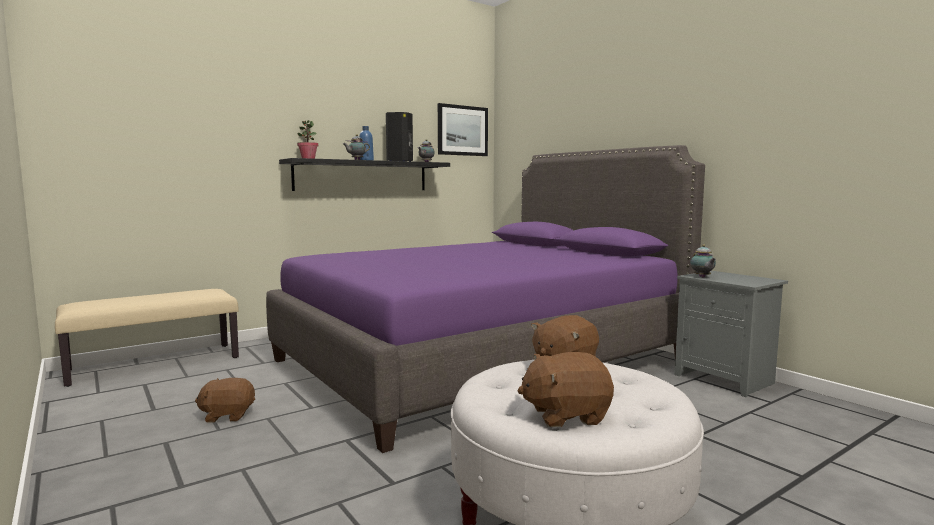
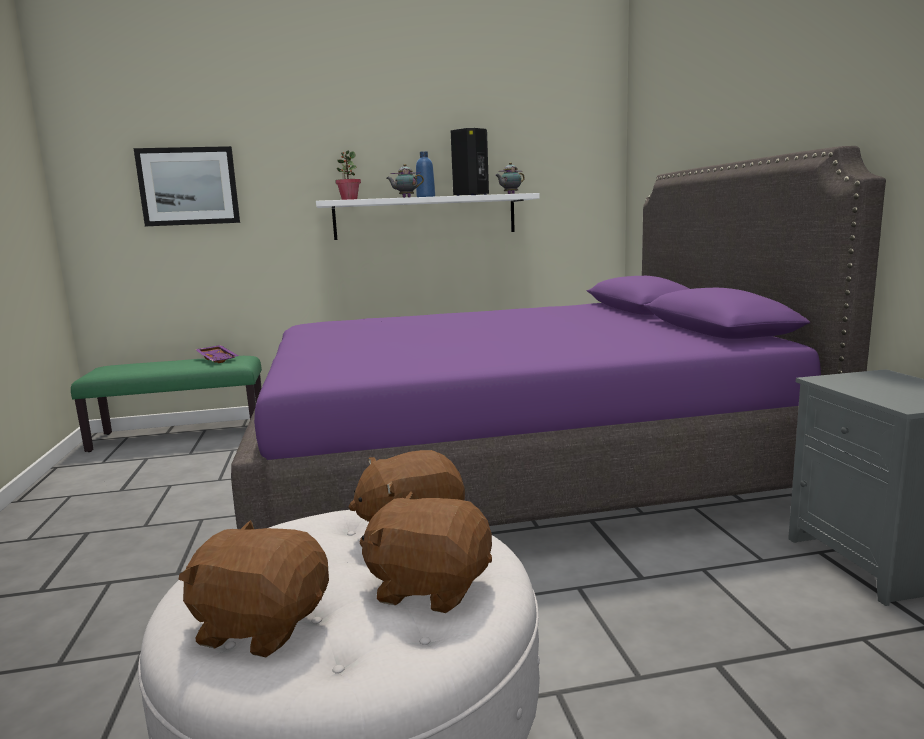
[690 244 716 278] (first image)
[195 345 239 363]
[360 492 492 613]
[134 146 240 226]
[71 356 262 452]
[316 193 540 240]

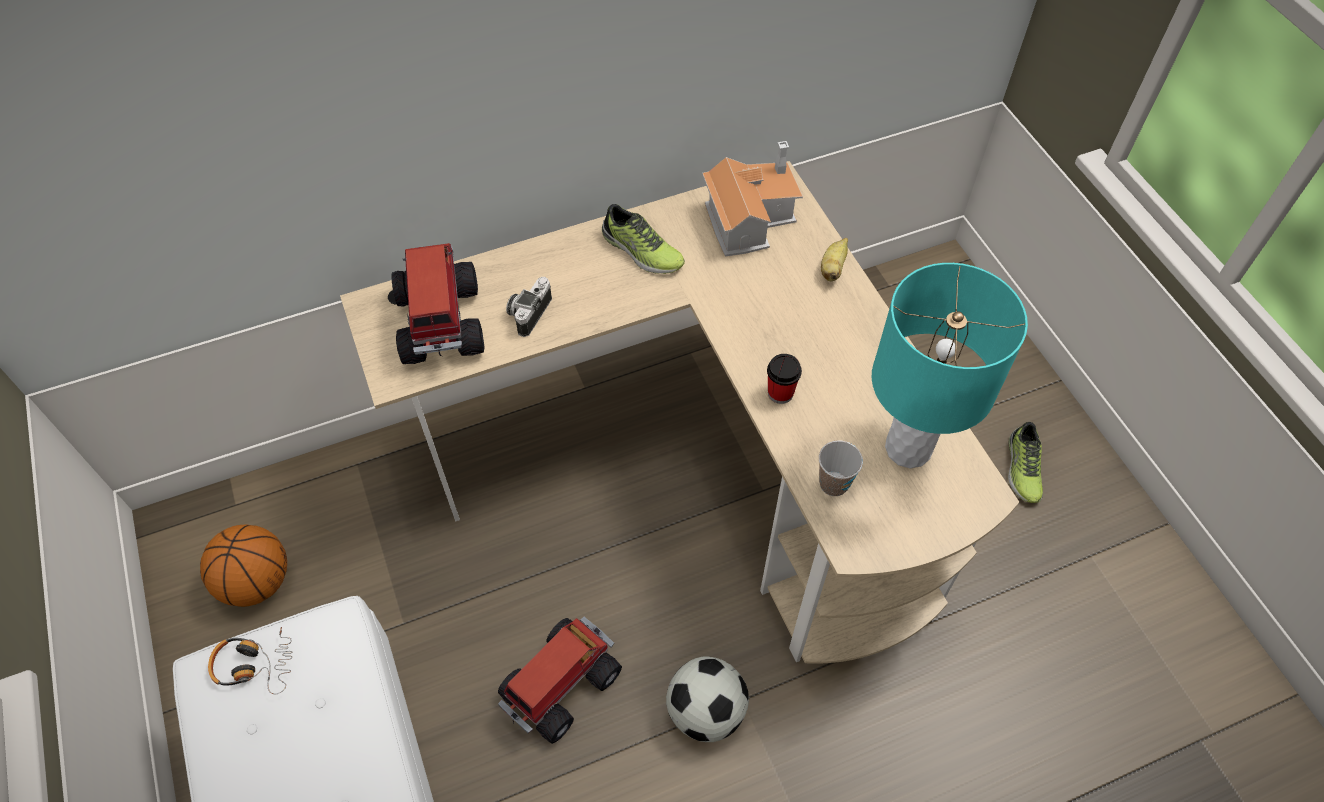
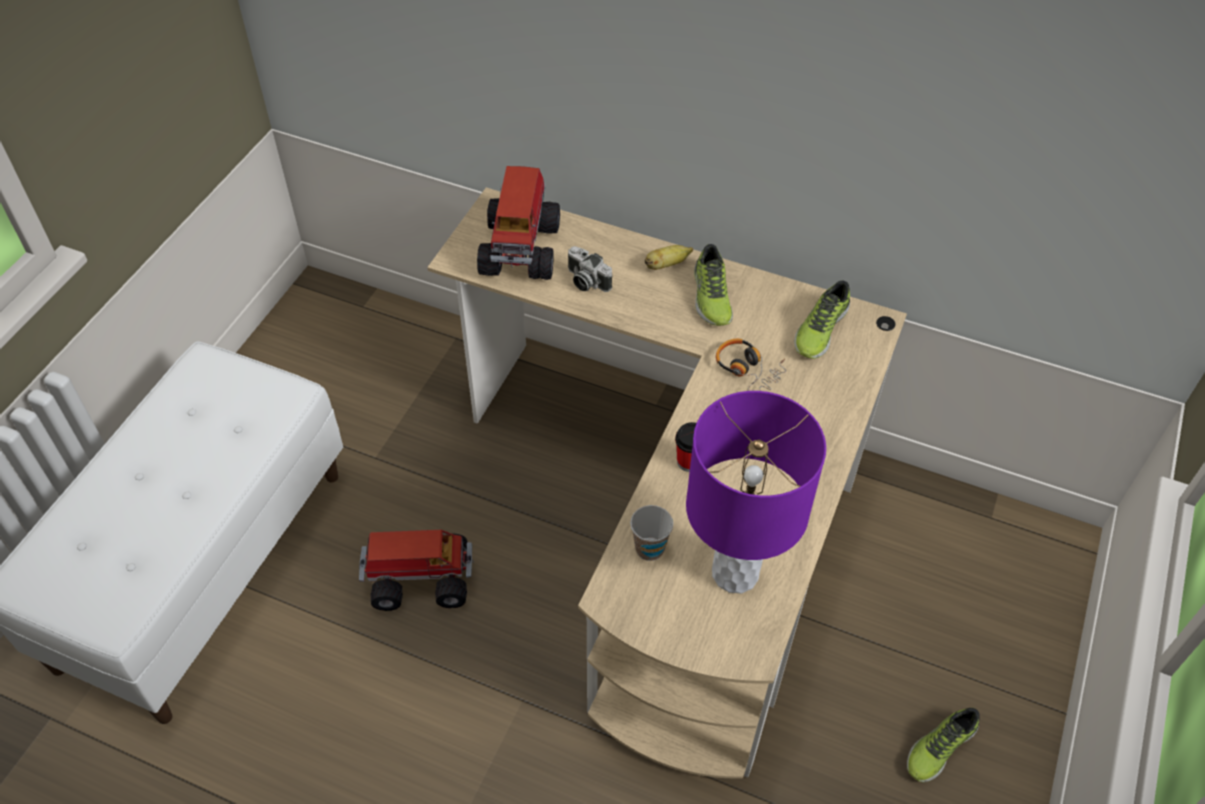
[200 525 287 607] (first image)
[666 657 749 742] (first image)
[716 339 786 391]
[645 245 693 270]
[794 281 850 359]
[686 391 826 593]
[477 166 560 280]
[568 246 612 292]

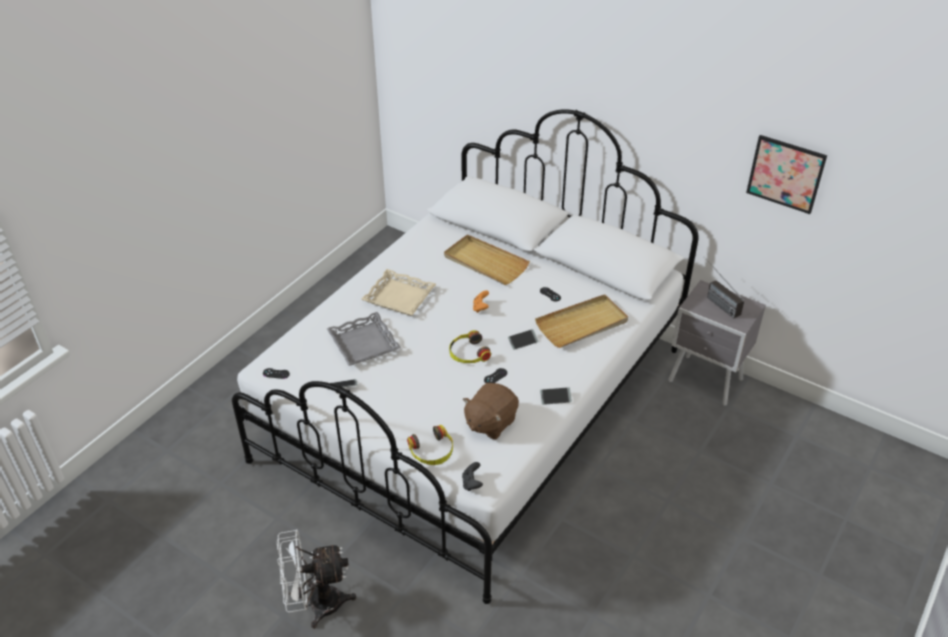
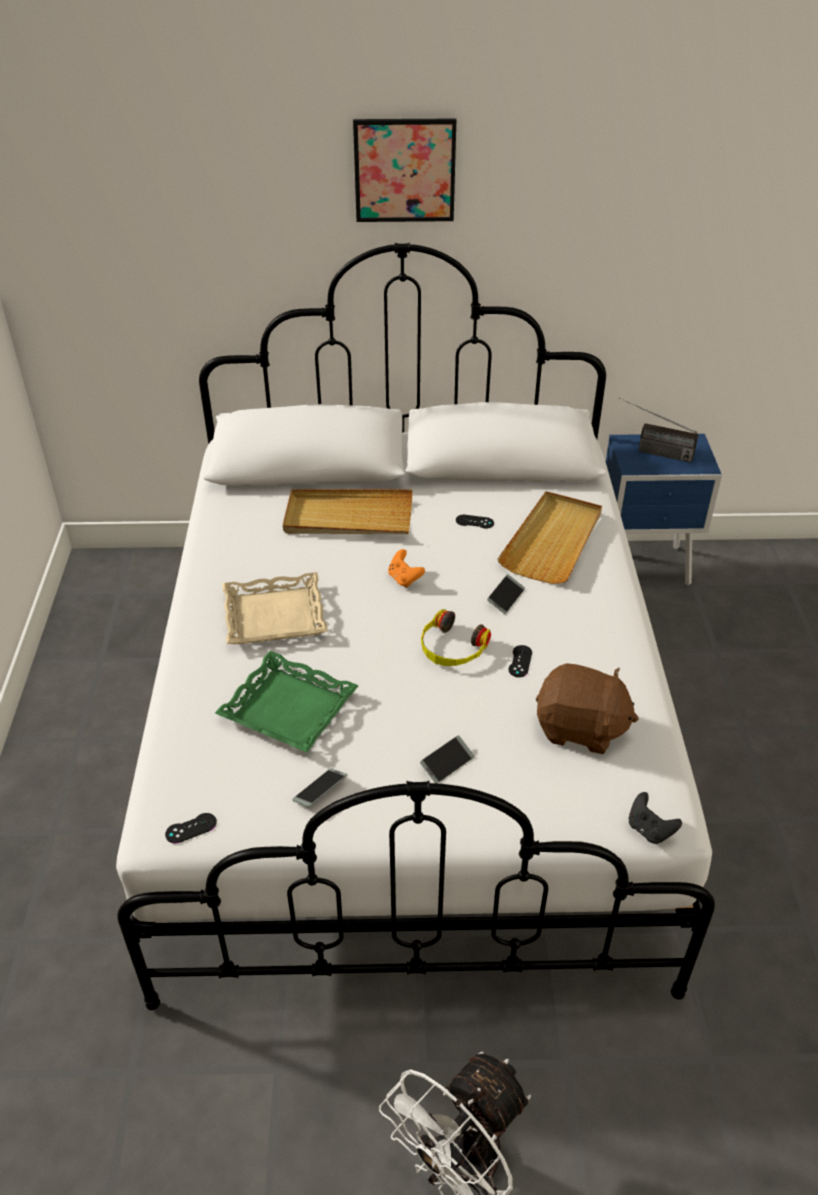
[407 425 453 465] (first image)
[420 735 474 783]
[353 118 456 222]
[215 651 359 752]
[606 434 722 586]
[536 663 639 754]

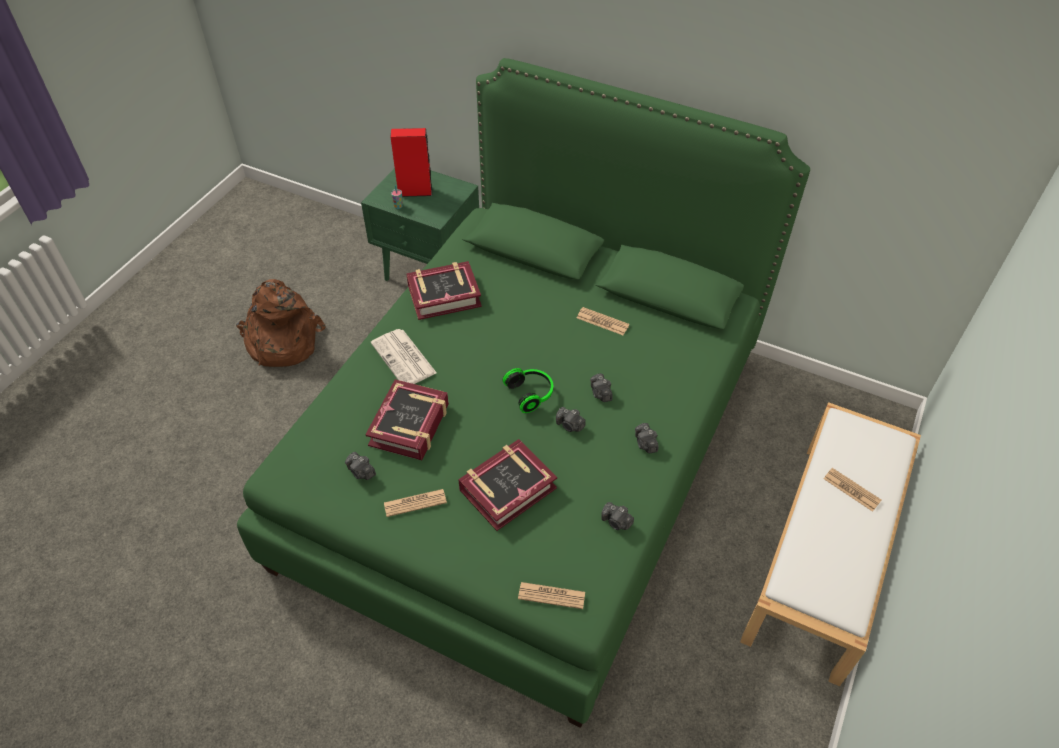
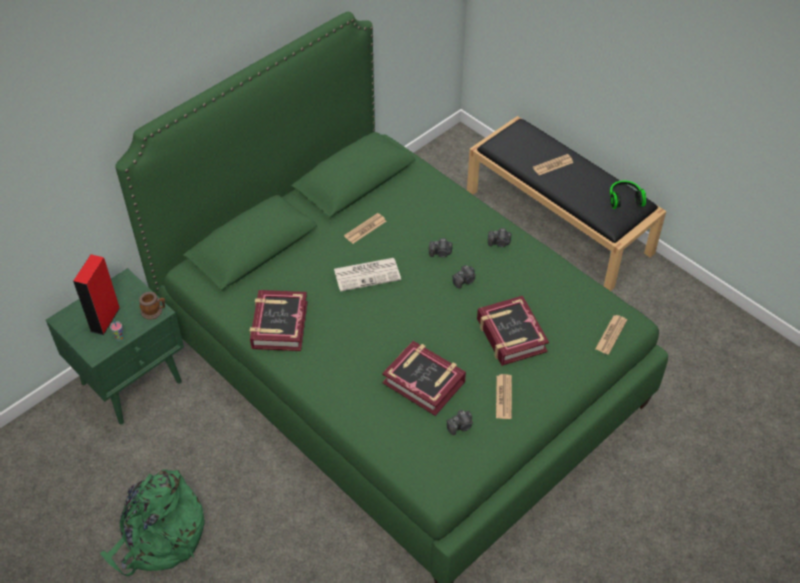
[601 502 634 530] (first image)
[139 292 165 320]
[334 258 401 292]
[610 180 646 209]
[100 469 205 576]
[467 116 666 291]

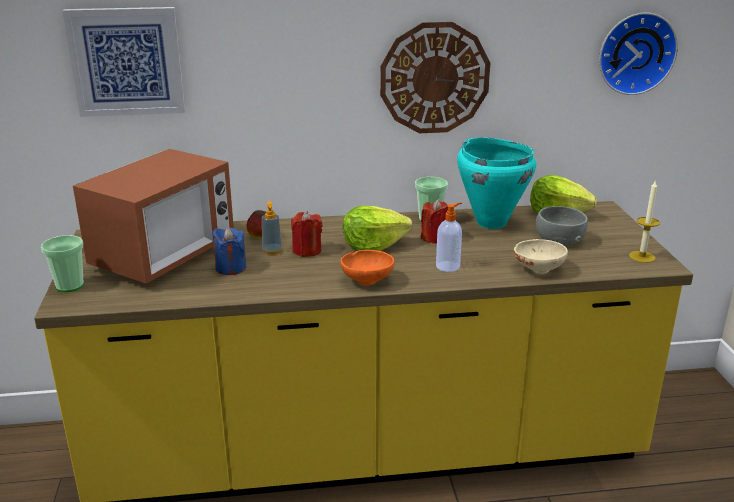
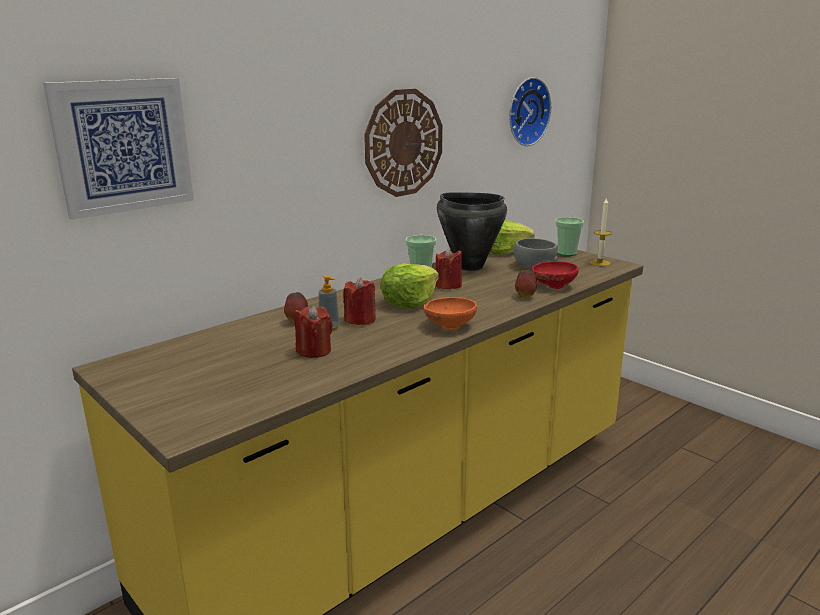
[73 149 234 284] (first image)
[436 202 462 272] (first image)
[515 270 537 298]
[555 217 584 256]
[294 305 333 358]
[437 192 507 271]
[532 261 579 289]

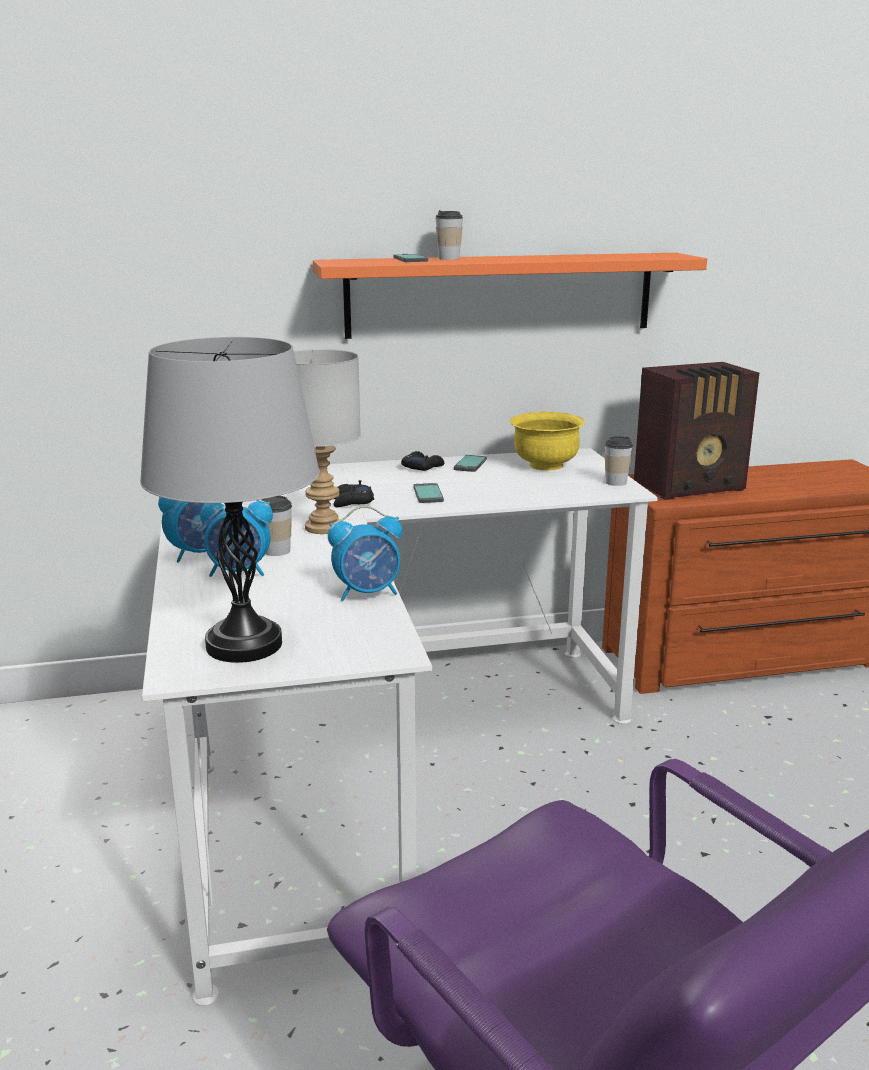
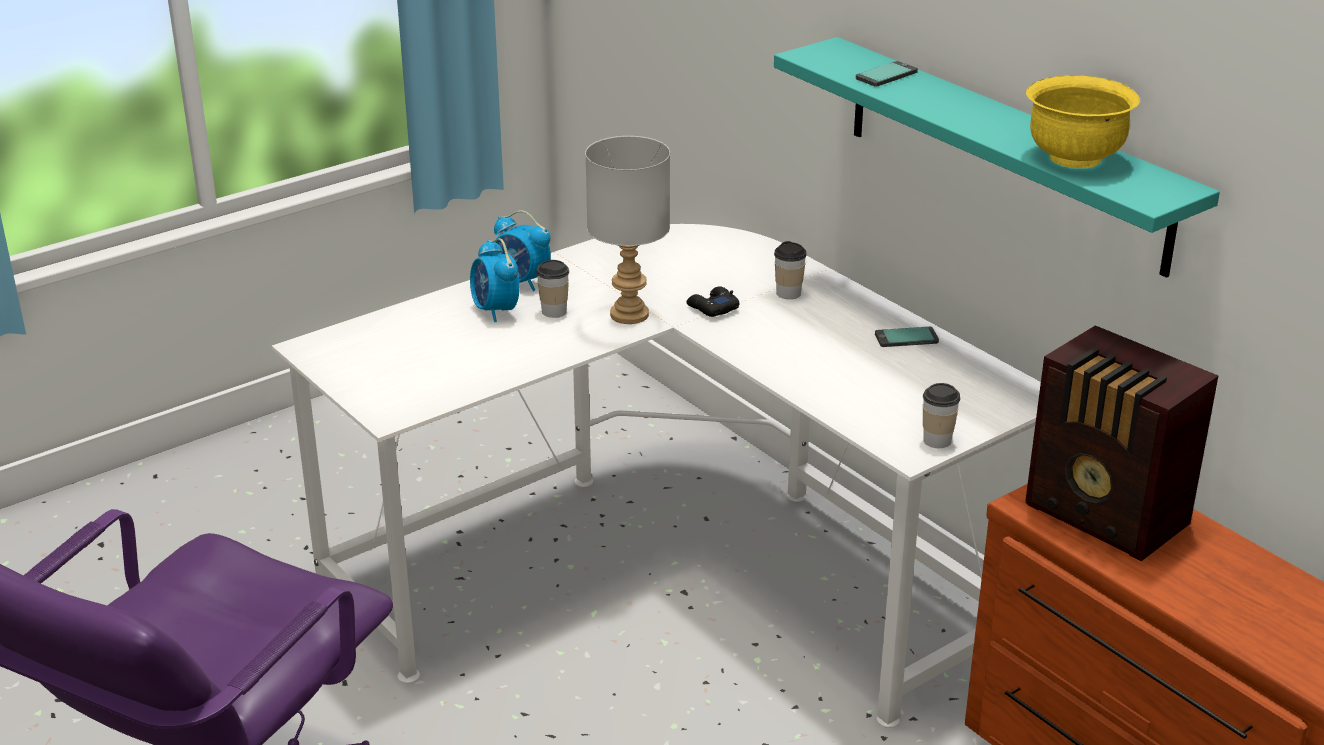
[140 337 320 663] (first image)
[328 506 402 601] (first image)
[401 451 444 471] (first image)
[413 483 444 503] (first image)
[774 241 806 299]
[1026 75 1140 168]
[774 37 1220 278]

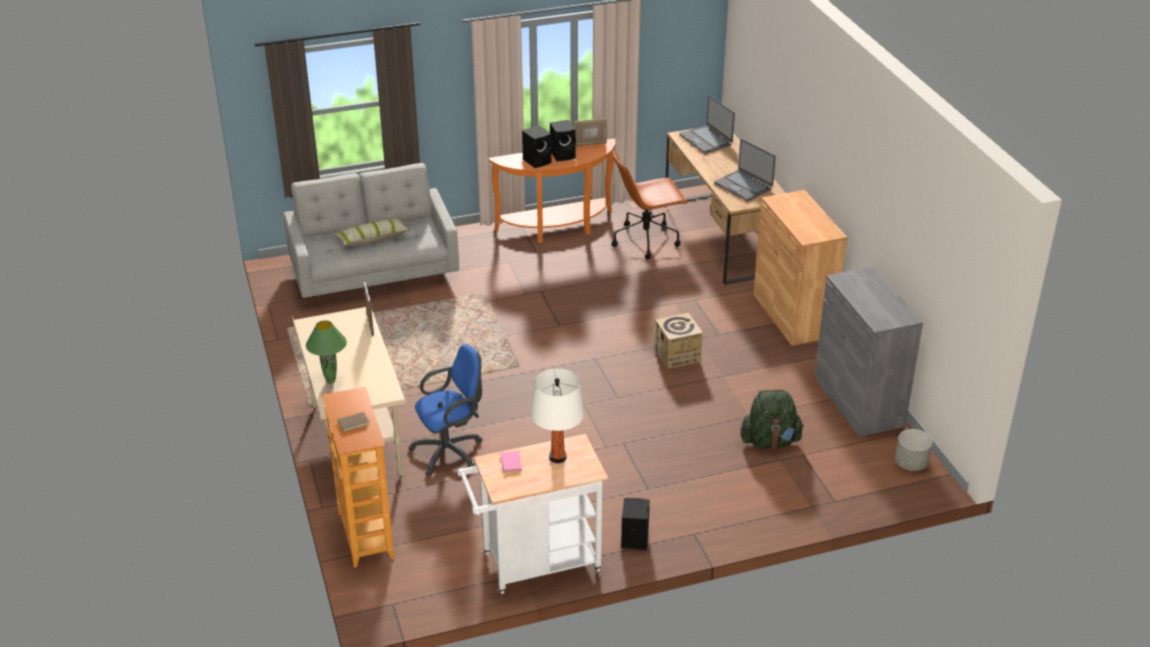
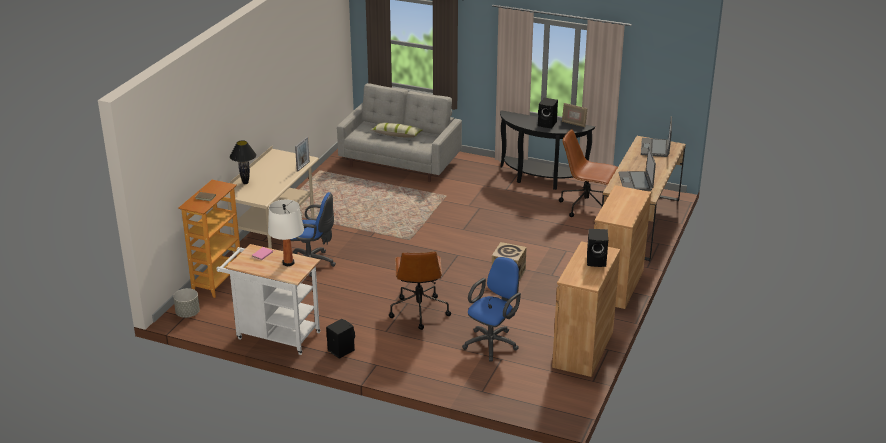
[389 251 451 330]
[587 229 608 267]
[173 288 200 318]
[462 257 521 362]
[230 140 256 184]
[500 110 595 190]
[552 241 620 377]

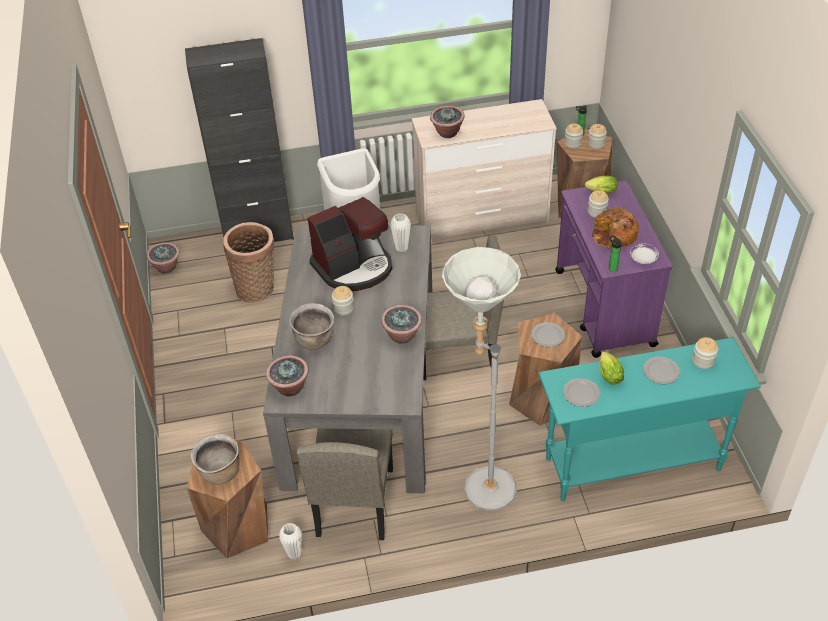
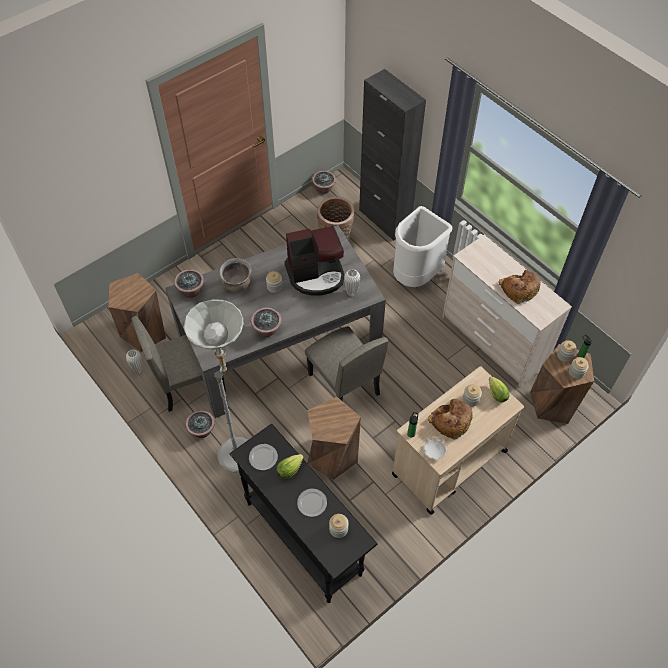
[191 434 240 485] (first image)
[531 322 565 347] (first image)
[498 270 541 304]
[185 410 215 438]
[230 424 378 603]
[392 366 524 515]
[285 226 345 296]

